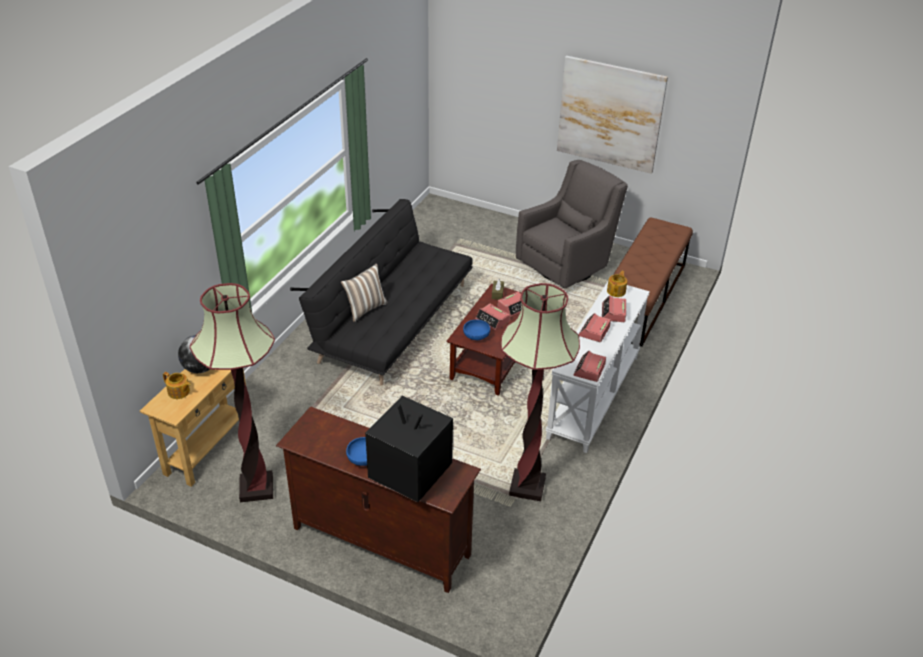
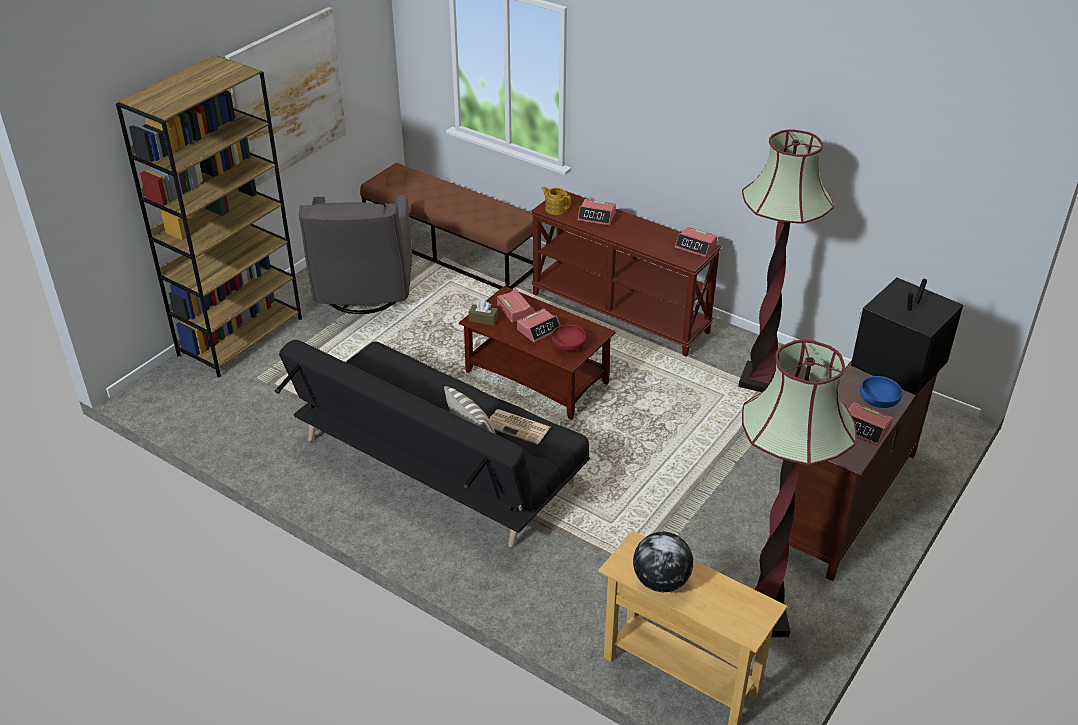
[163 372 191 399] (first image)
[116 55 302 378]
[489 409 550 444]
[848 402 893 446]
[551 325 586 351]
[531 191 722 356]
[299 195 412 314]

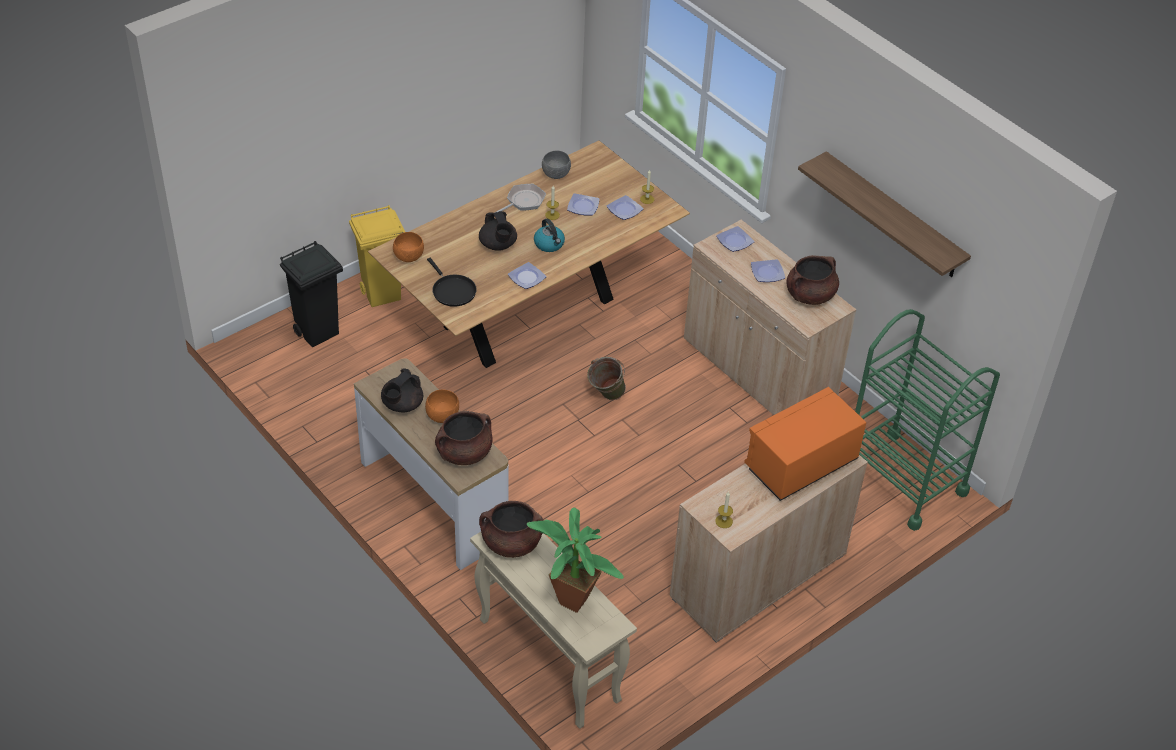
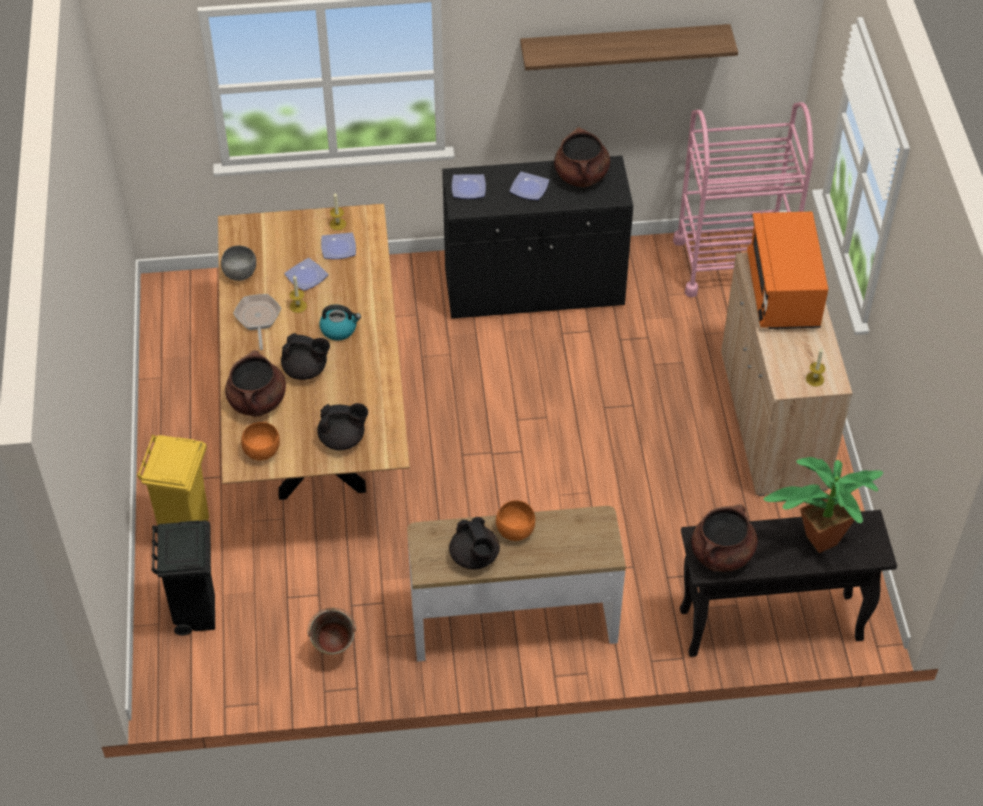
[508 262 547 289] (first image)
[225 350 286 417]
[308 608 356 654]
[317 403 368 450]
[680 510 897 657]
[442 156 633 319]
[673 102 814 297]

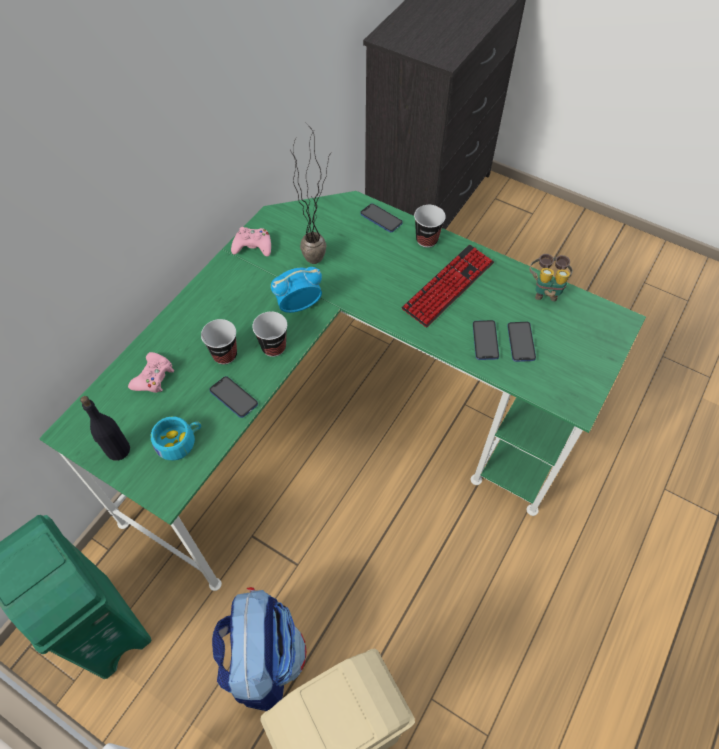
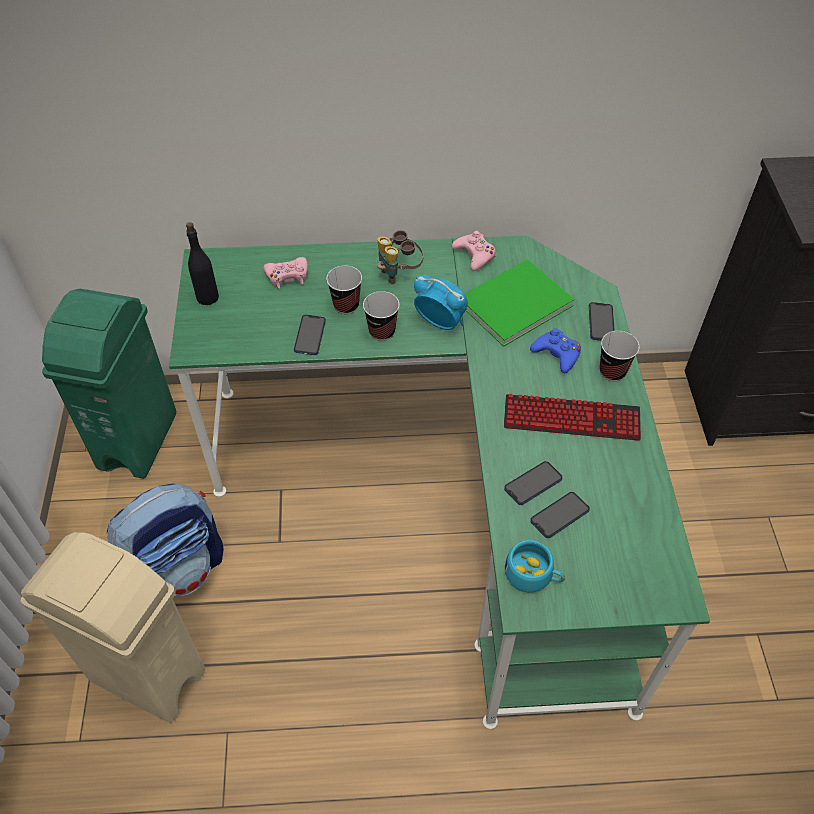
[530 328 581 373]
[505 540 565 593]
[377 230 423 284]
[465 259 575 347]

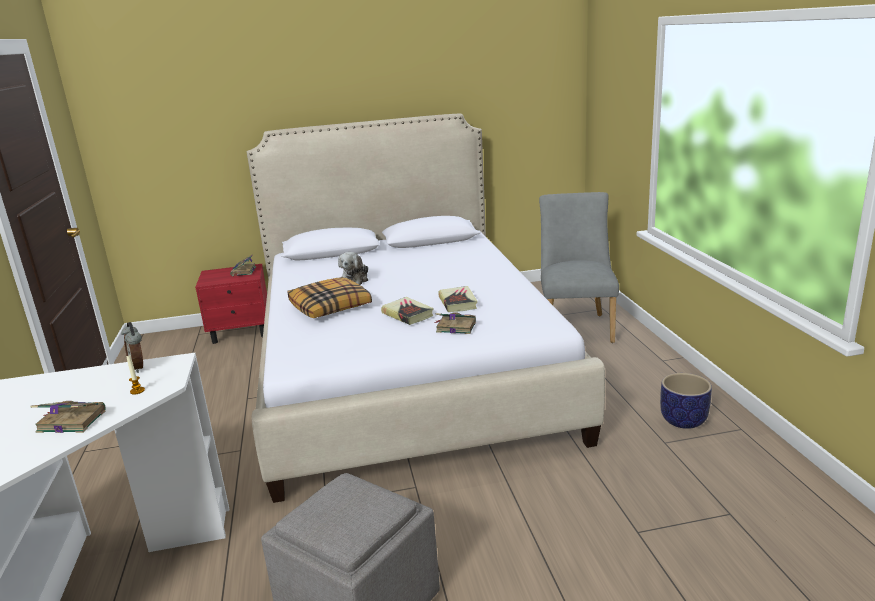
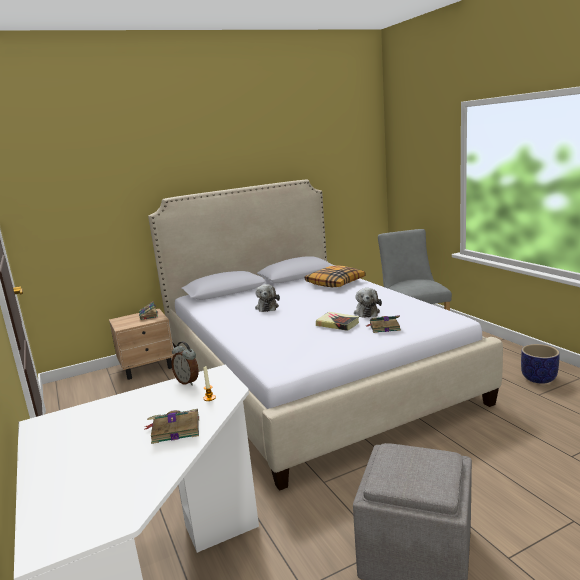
[305 265 366 287]
[354 288 382 318]
[109 309 174 380]

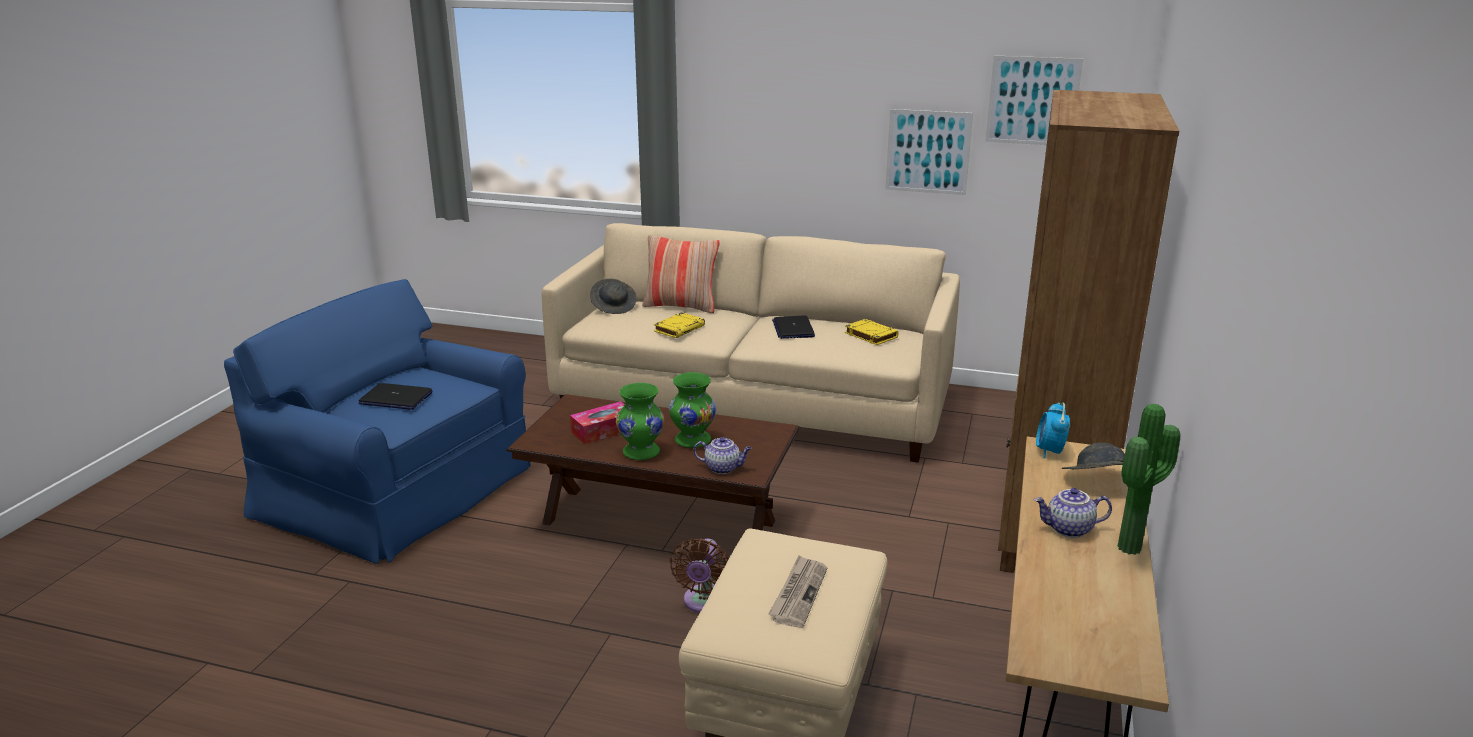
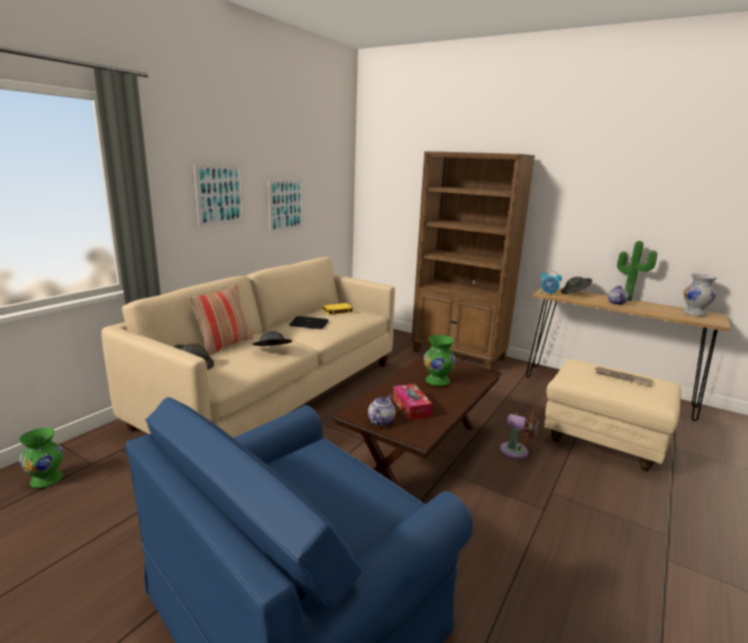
[359 383 433 410] (first image)
[682 273 717 316]
[19 428 64 488]
[368 395 396 426]
[194 165 244 227]
[252 331 292 346]

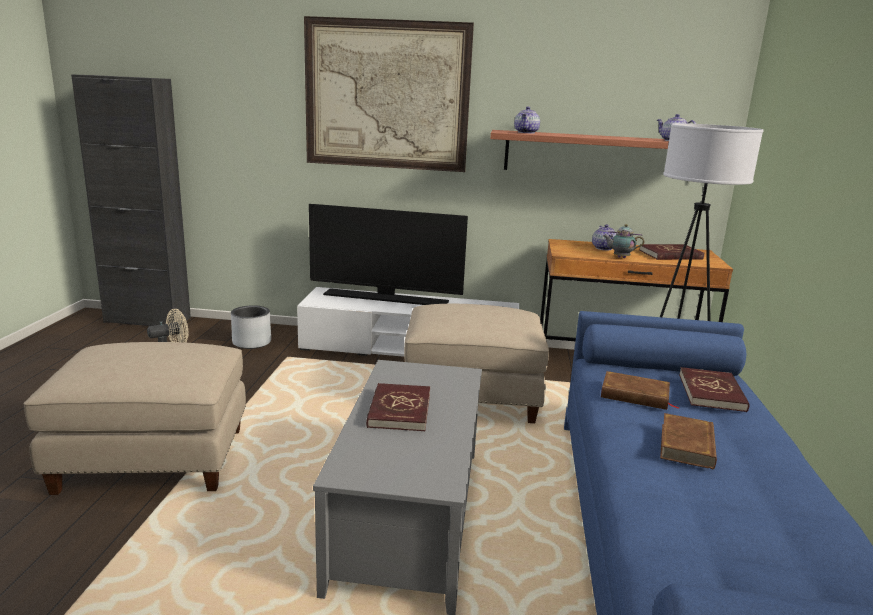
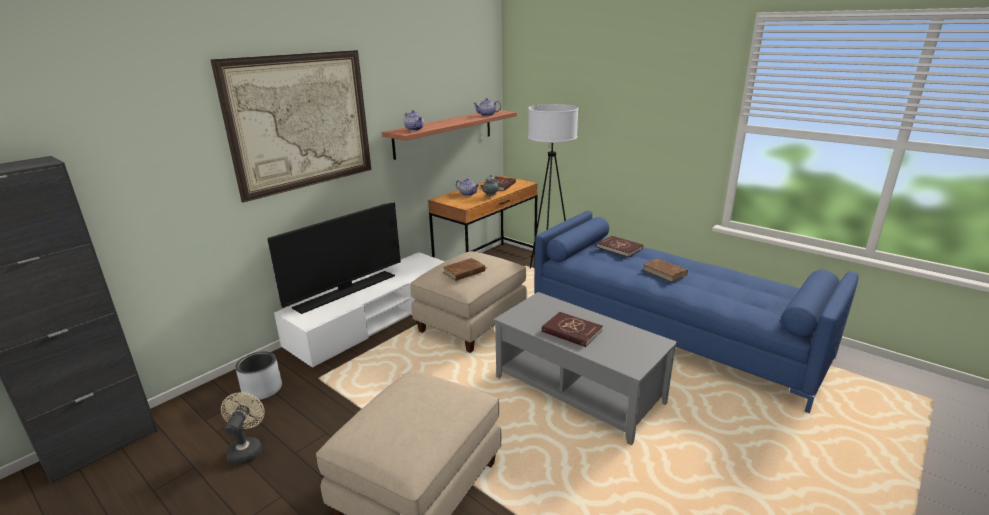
[443 258 485 281]

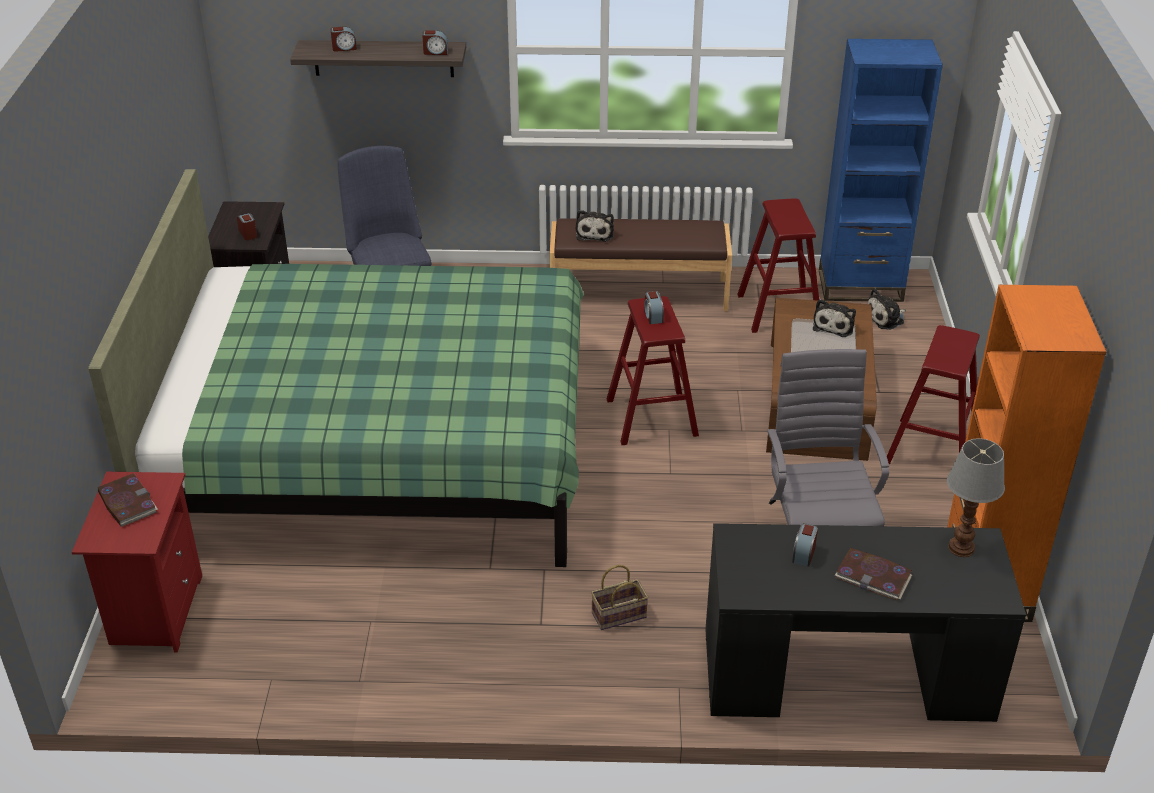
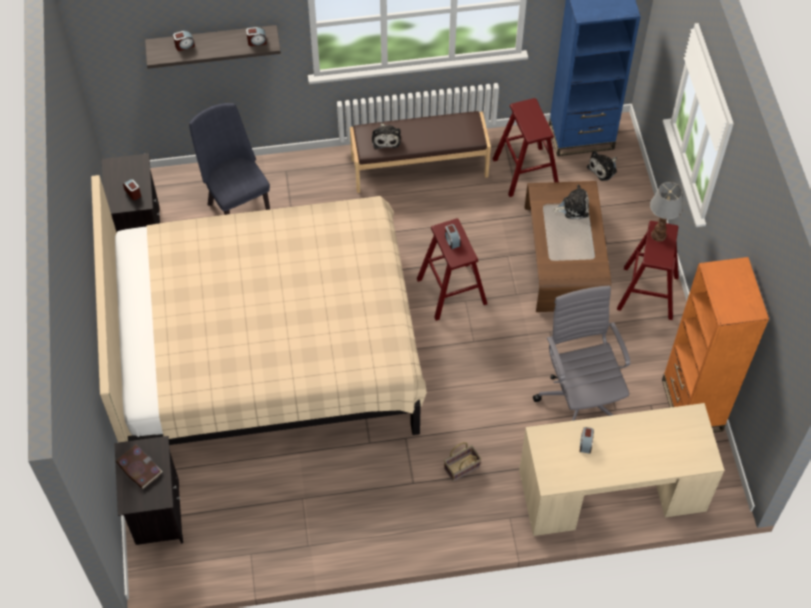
[835 548 912 601] (first image)
[650 182 683 242]
[114 436 183 545]
[91 175 427 445]
[519 403 725 536]
[553 185 589 219]

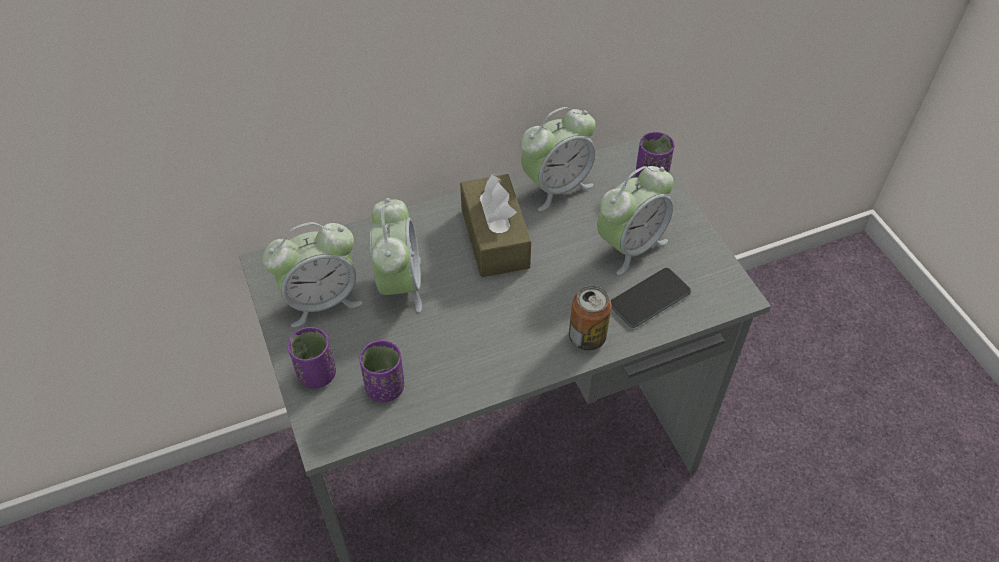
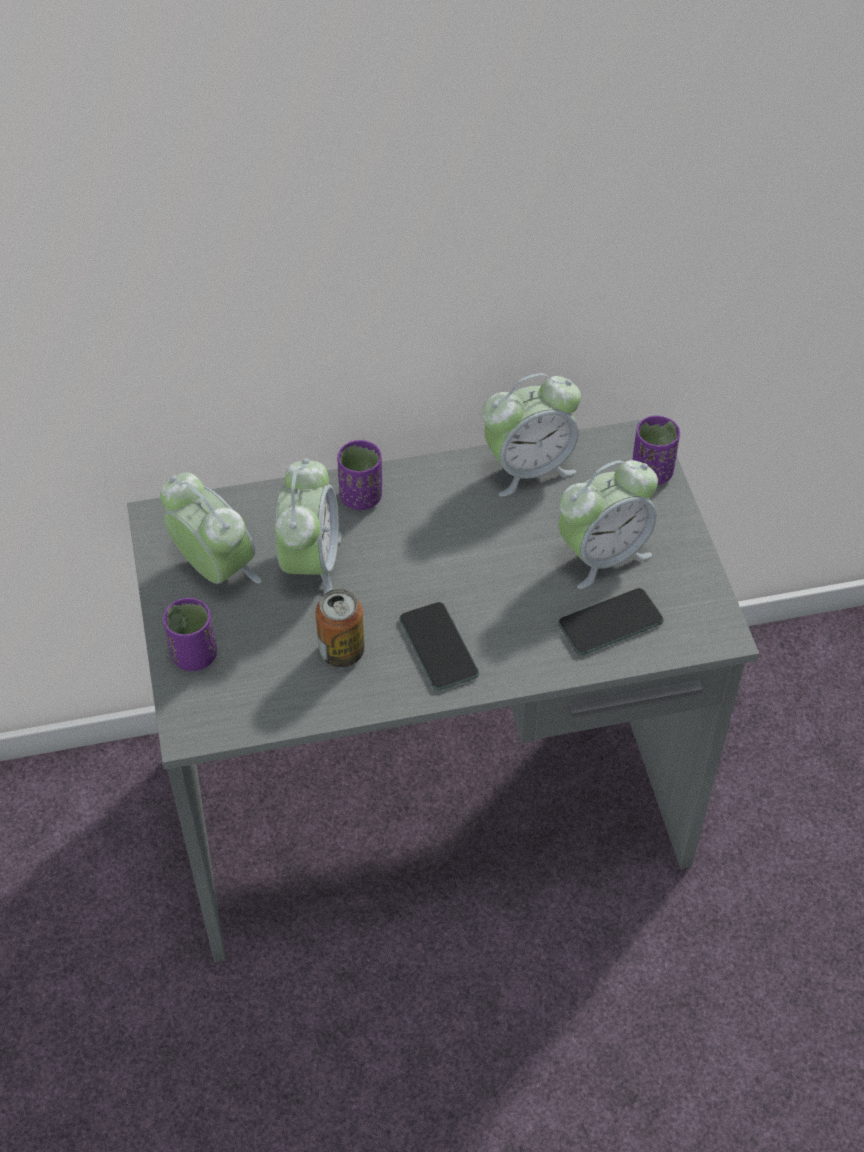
[460 173 531 277] (first image)
[400 602 479 691]
[337 440 382 510]
[316 589 364 667]
[160 473 261 584]

